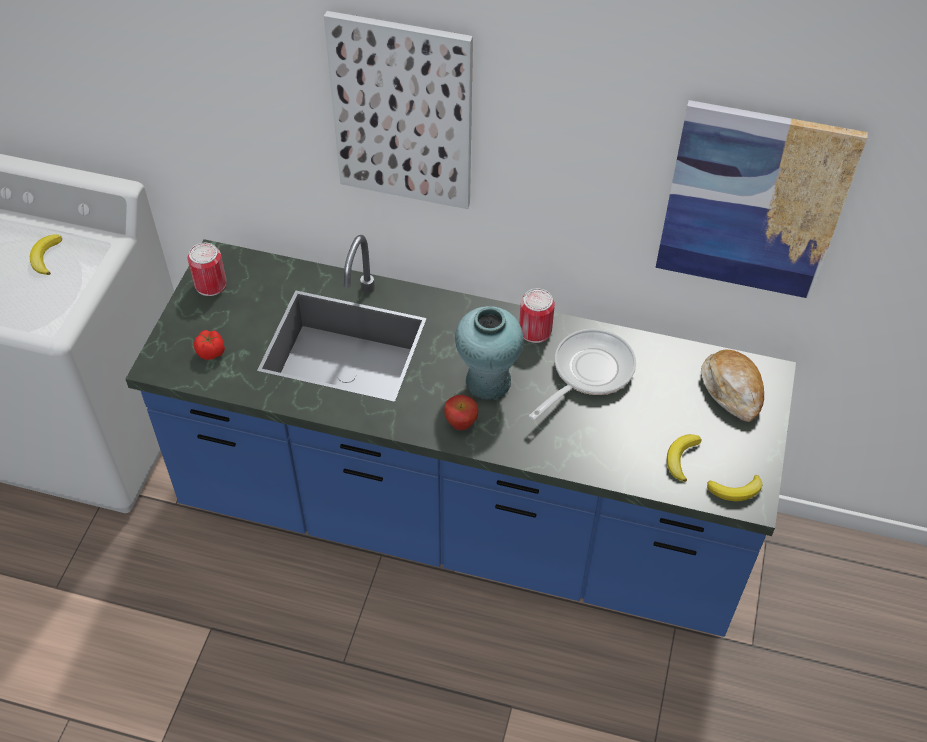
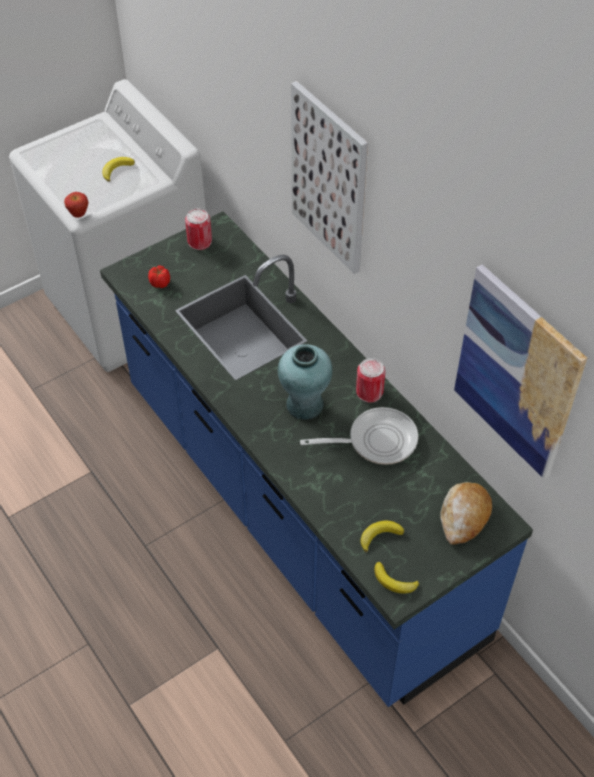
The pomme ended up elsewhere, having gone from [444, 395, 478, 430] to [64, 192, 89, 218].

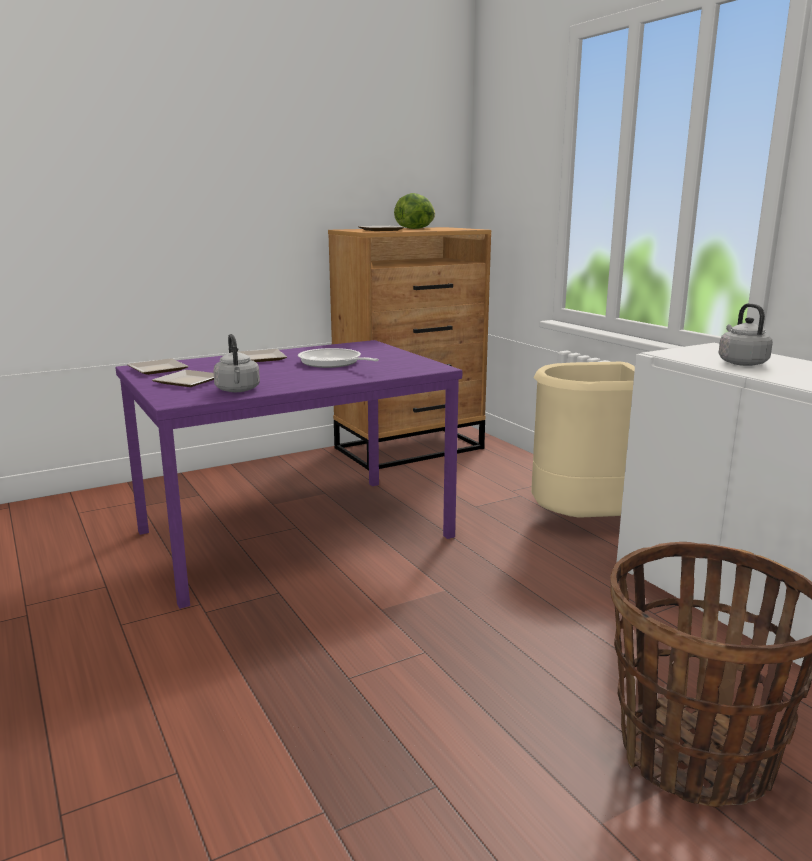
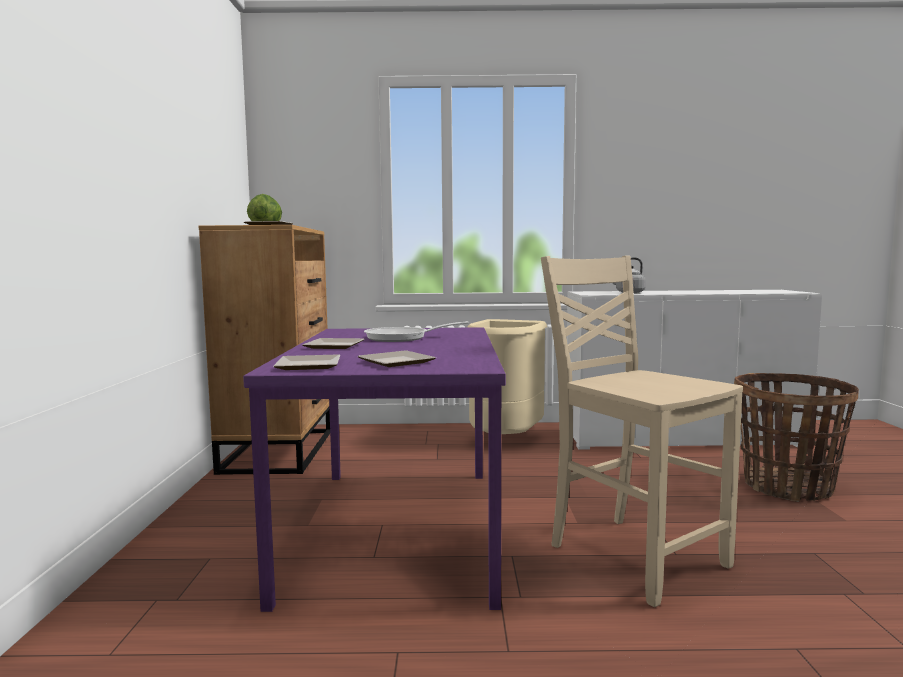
The second view gained the chaise (beige) at [541, 256, 743, 607]. The second view lost the bouilloire (gris) at [213, 334, 260, 392].

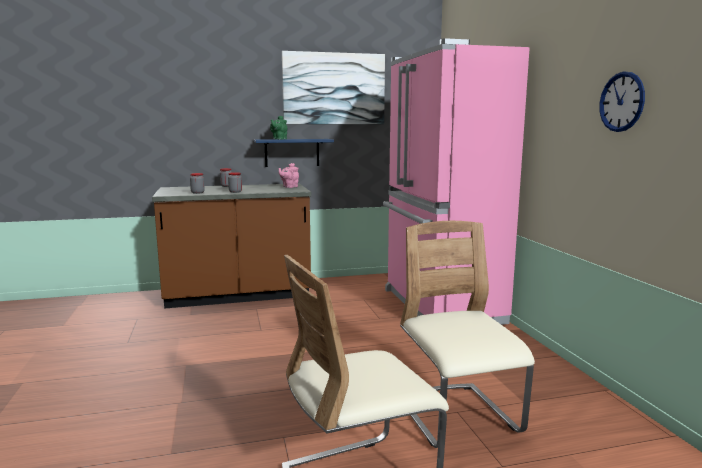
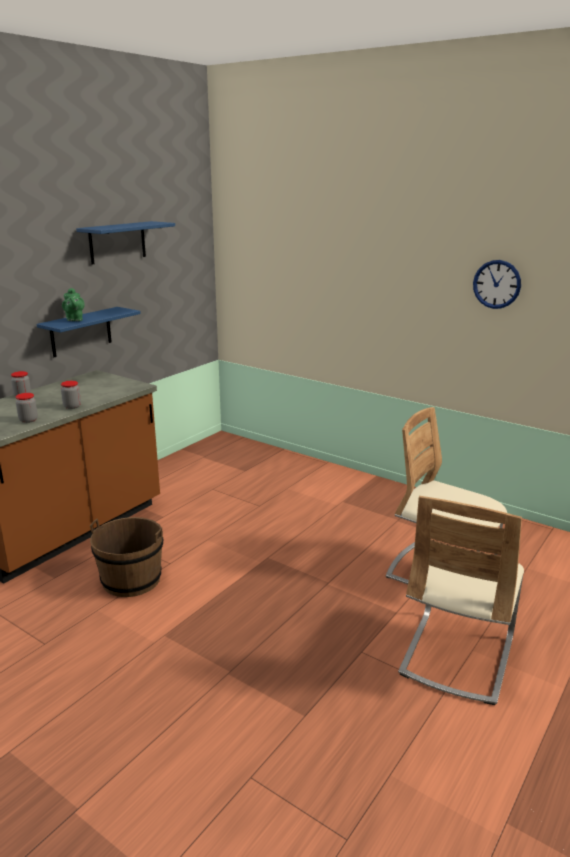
Where the tableau hung at [282, 51, 385, 124], the étagère (bleu) came to hang at [76, 221, 175, 265]. The second view gained the seau (marron) at [90, 517, 163, 597]. The second view lost the théière (rose) at [279, 163, 299, 188]. The second view lost the réfrigérateur (rose) at [383, 38, 530, 325].

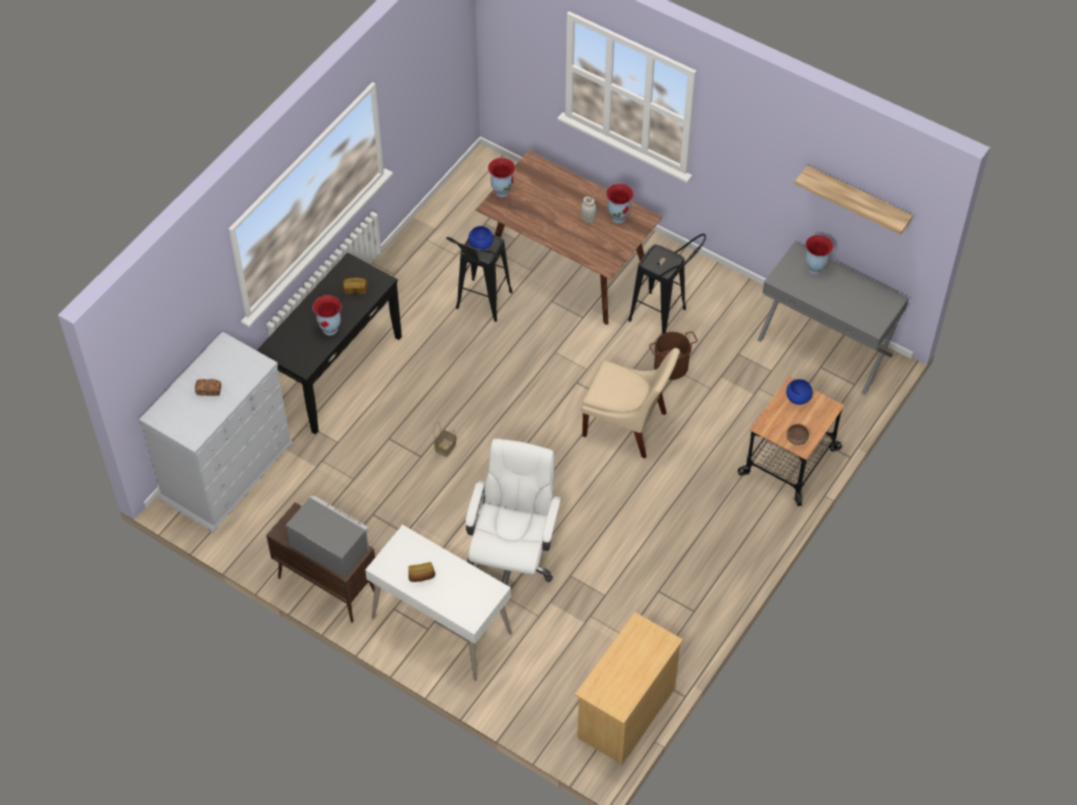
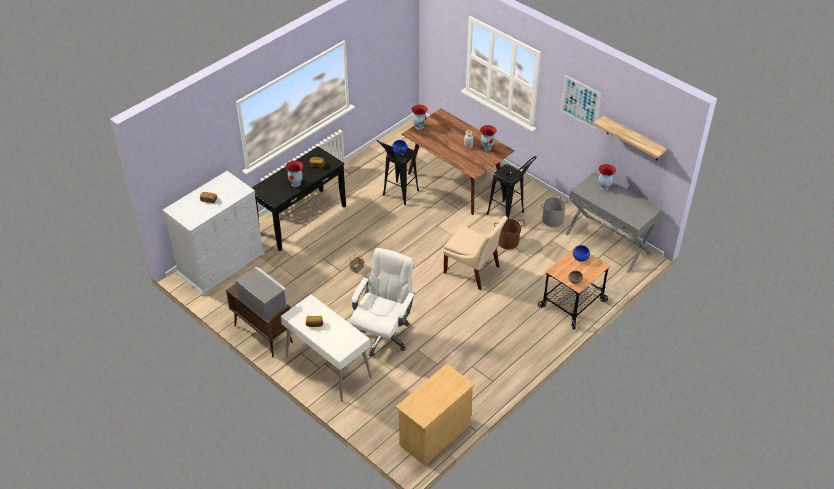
The second view gained the seau (gris) at [541, 195, 569, 227]. The second view gained the tableau at [561, 75, 601, 129].

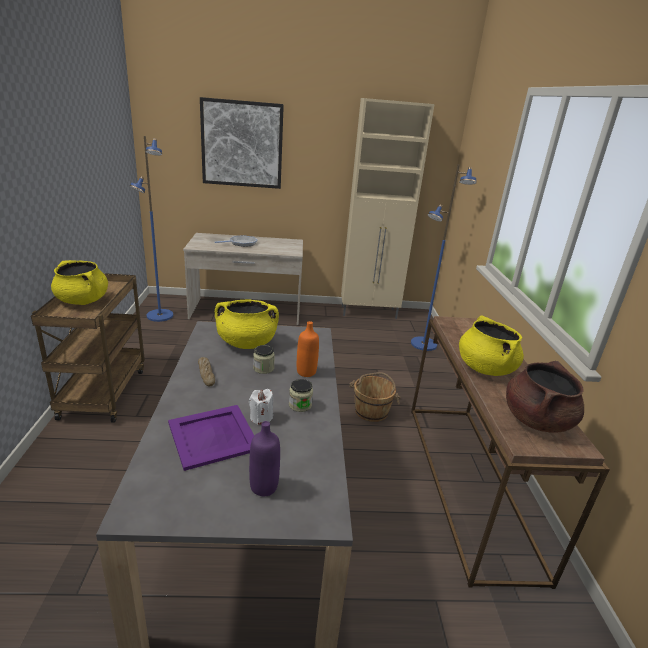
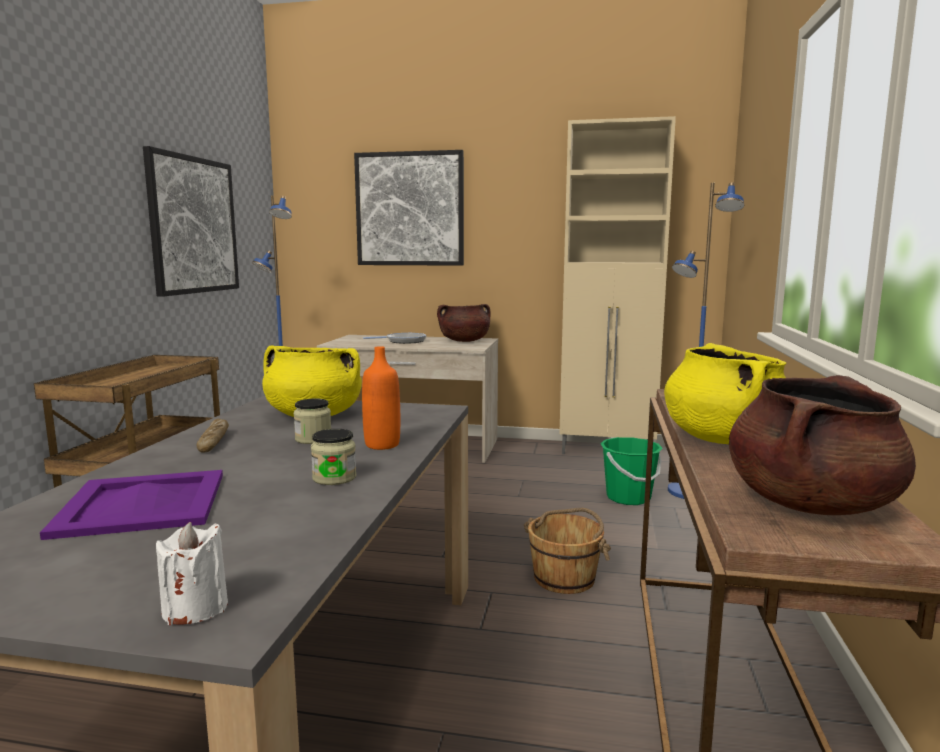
The second view gained the tableau at [143, 146, 239, 297]. The bougie (blanc) ended up elsewhere, having gone from [249, 389, 273, 425] to [156, 522, 228, 625]. The second view gained the marmite (marron) at [437, 304, 491, 342]. The second view gained the seau (vert) at [600, 437, 663, 505]. The second view lost the marmite (jaune) at [51, 260, 108, 305]. The second view lost the bouteille (violet) at [249, 421, 280, 496].

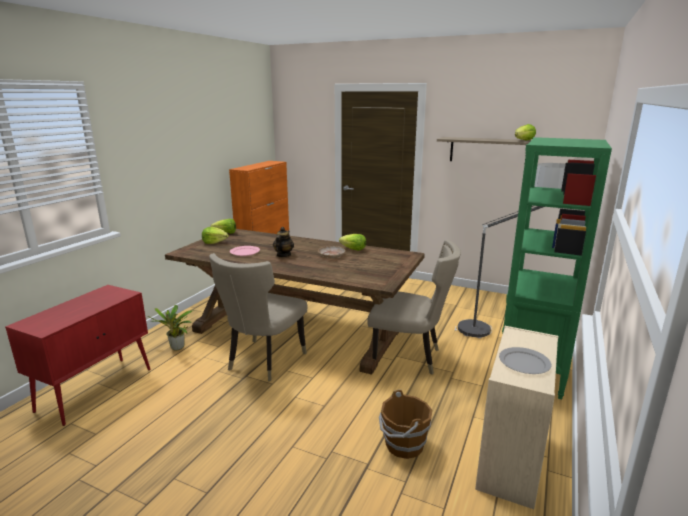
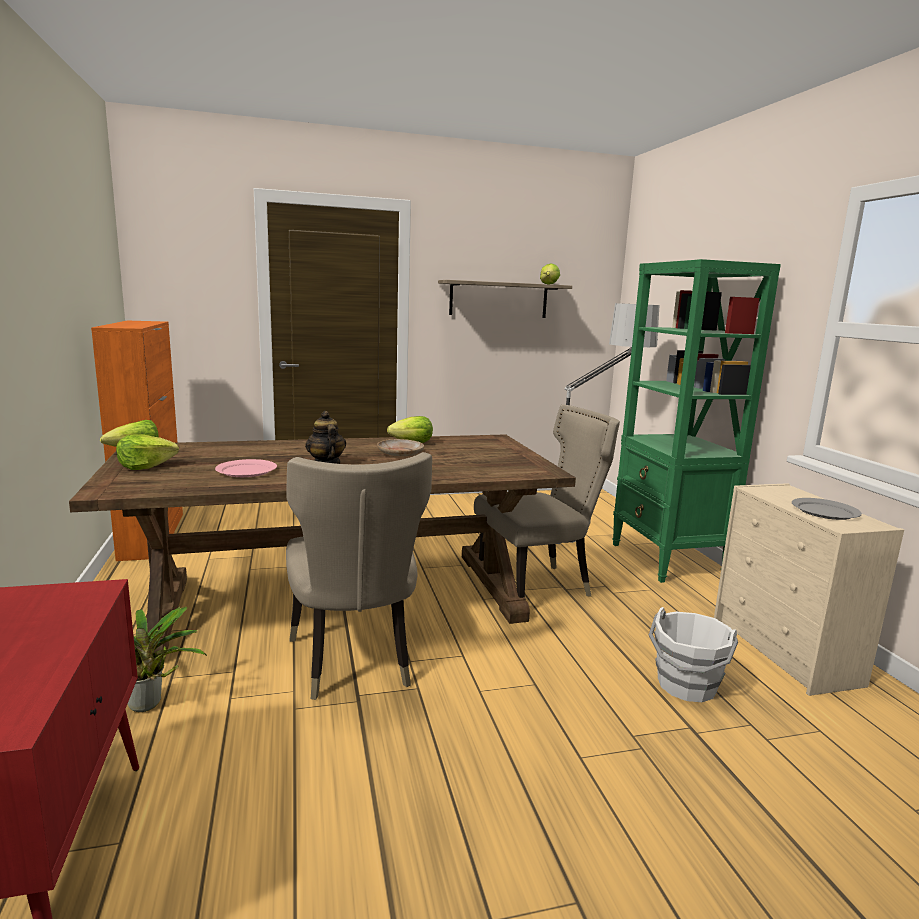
What was the seau (marron) at [379, 390, 432, 459] turned into the seau (blanc) at [649, 607, 738, 702].

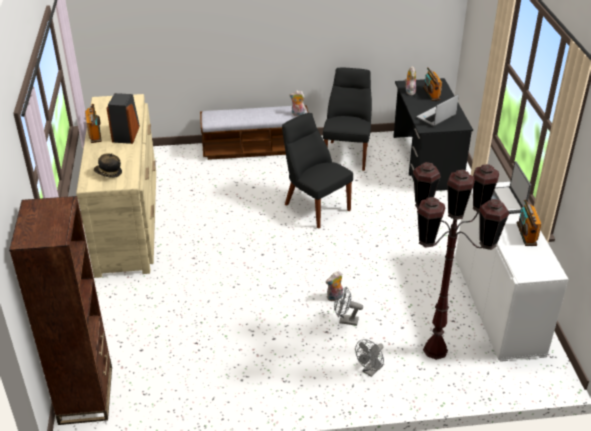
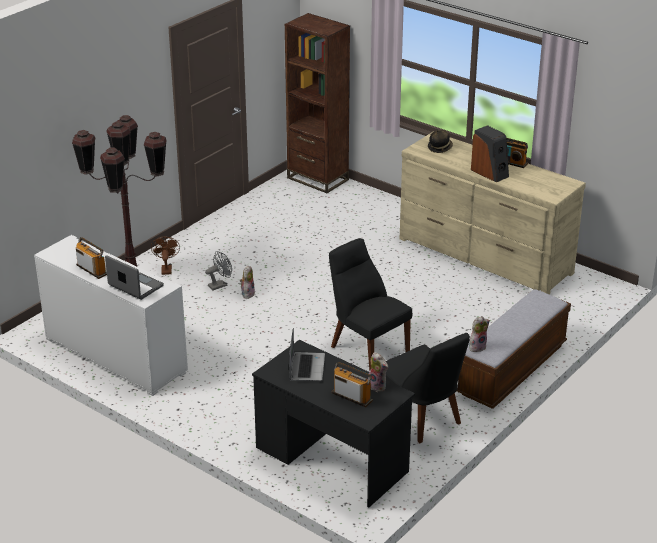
What was the ventilateur (gris) at [355, 339, 384, 377] turned into the ventilateur (marron) at [151, 237, 180, 275]. The chaise (noir) at [282, 113, 353, 229] ended up facing another way, 135 degrees counterclockwise from before.

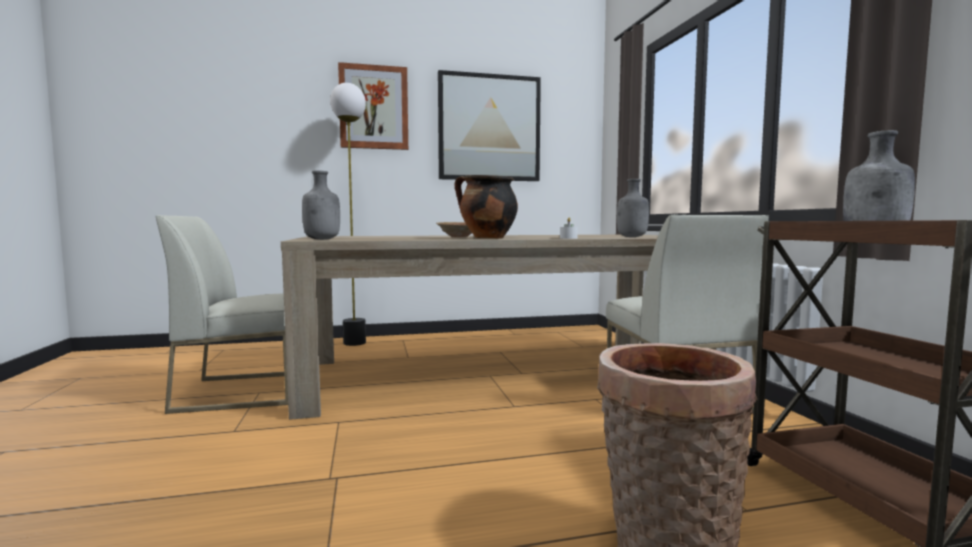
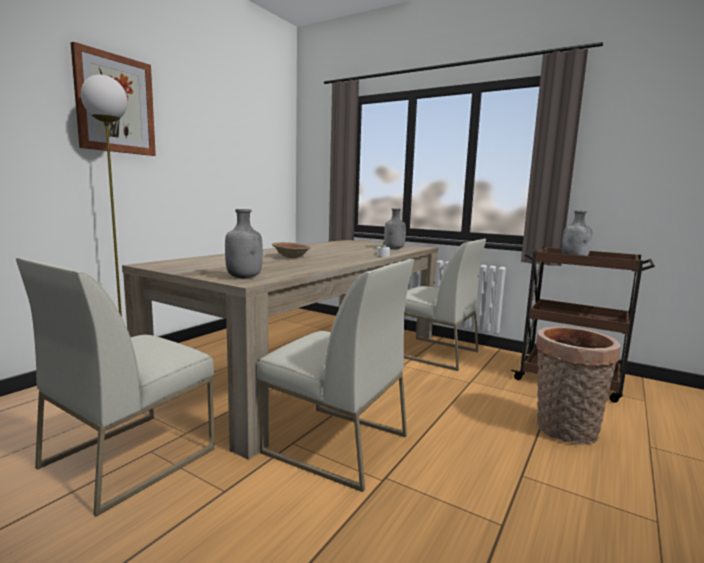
The second view gained the chaise (blanc) at [257, 259, 414, 492]. The second view lost the tableau at [438, 70, 541, 181]. The second view lost the marmite at [455, 175, 518, 239].

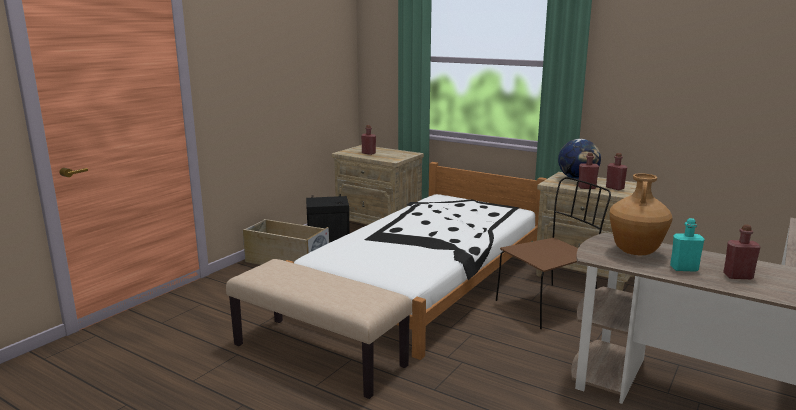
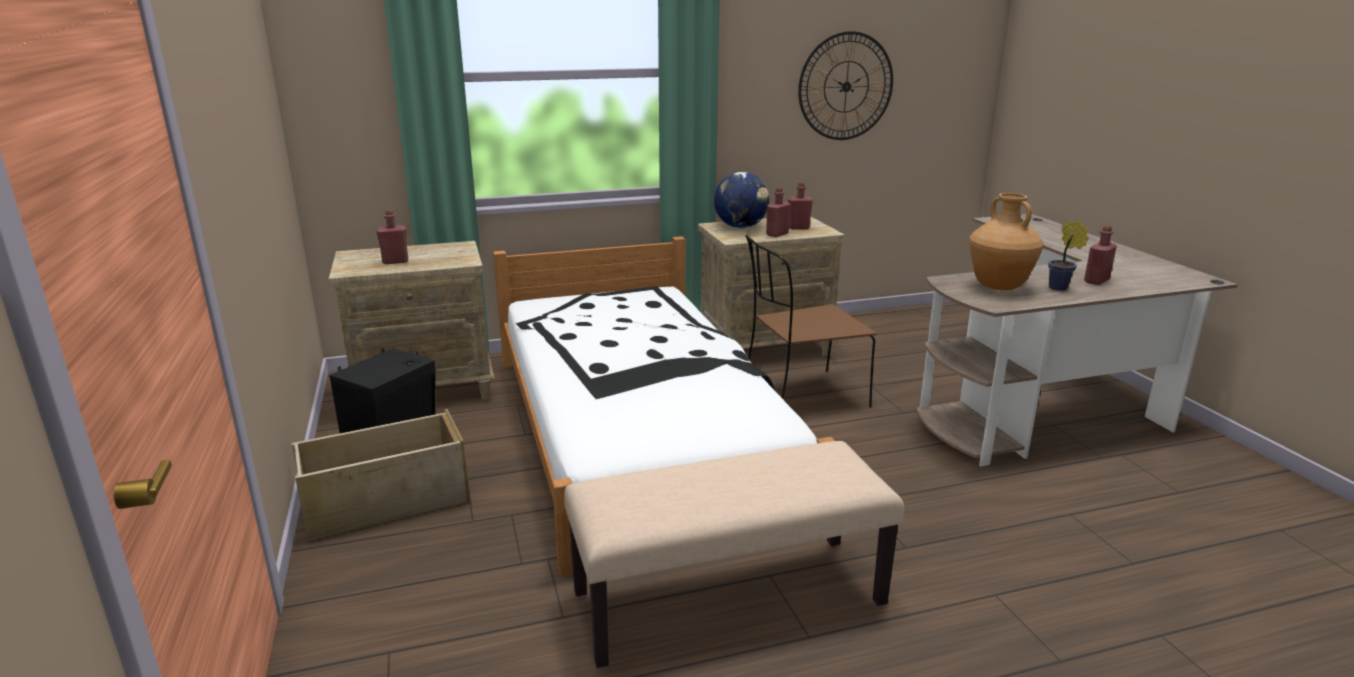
The chaise (marron) at [496, 177, 611, 329] ended up facing another way, 120 degrees counterclockwise from before. The second view gained the horloge murale at [798, 31, 893, 140]. Where the bouteille (turquoise) stood at [670, 218, 704, 272], the plante en pot came to stand at [1048, 220, 1089, 291].

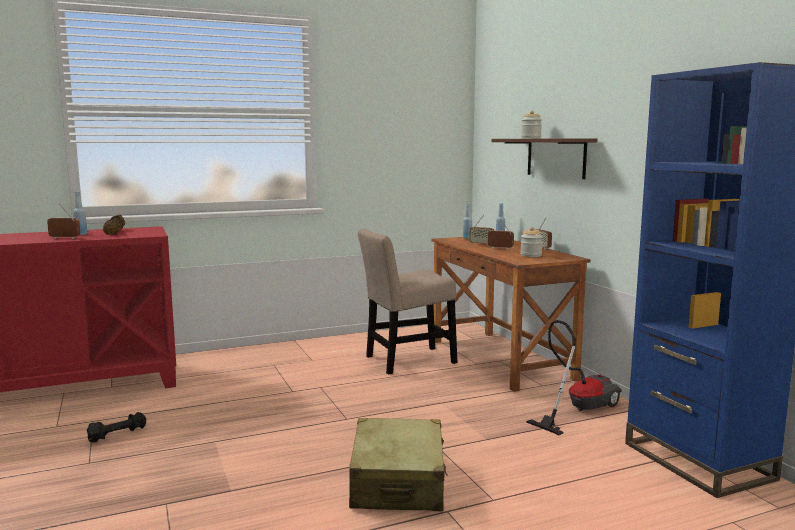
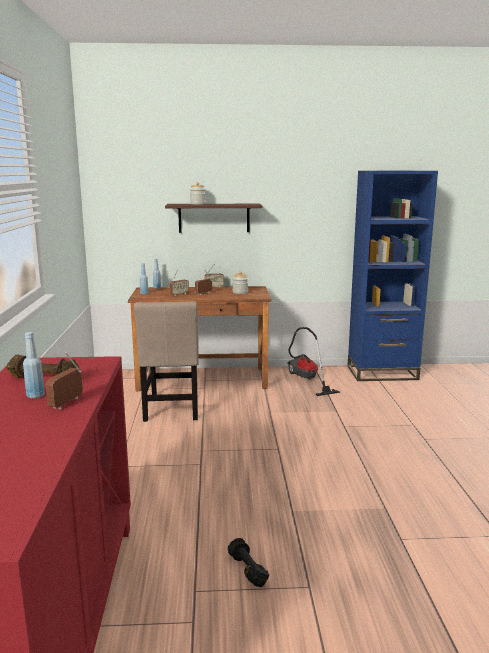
The second view lost the valise (beige) at [349, 418, 448, 511].

